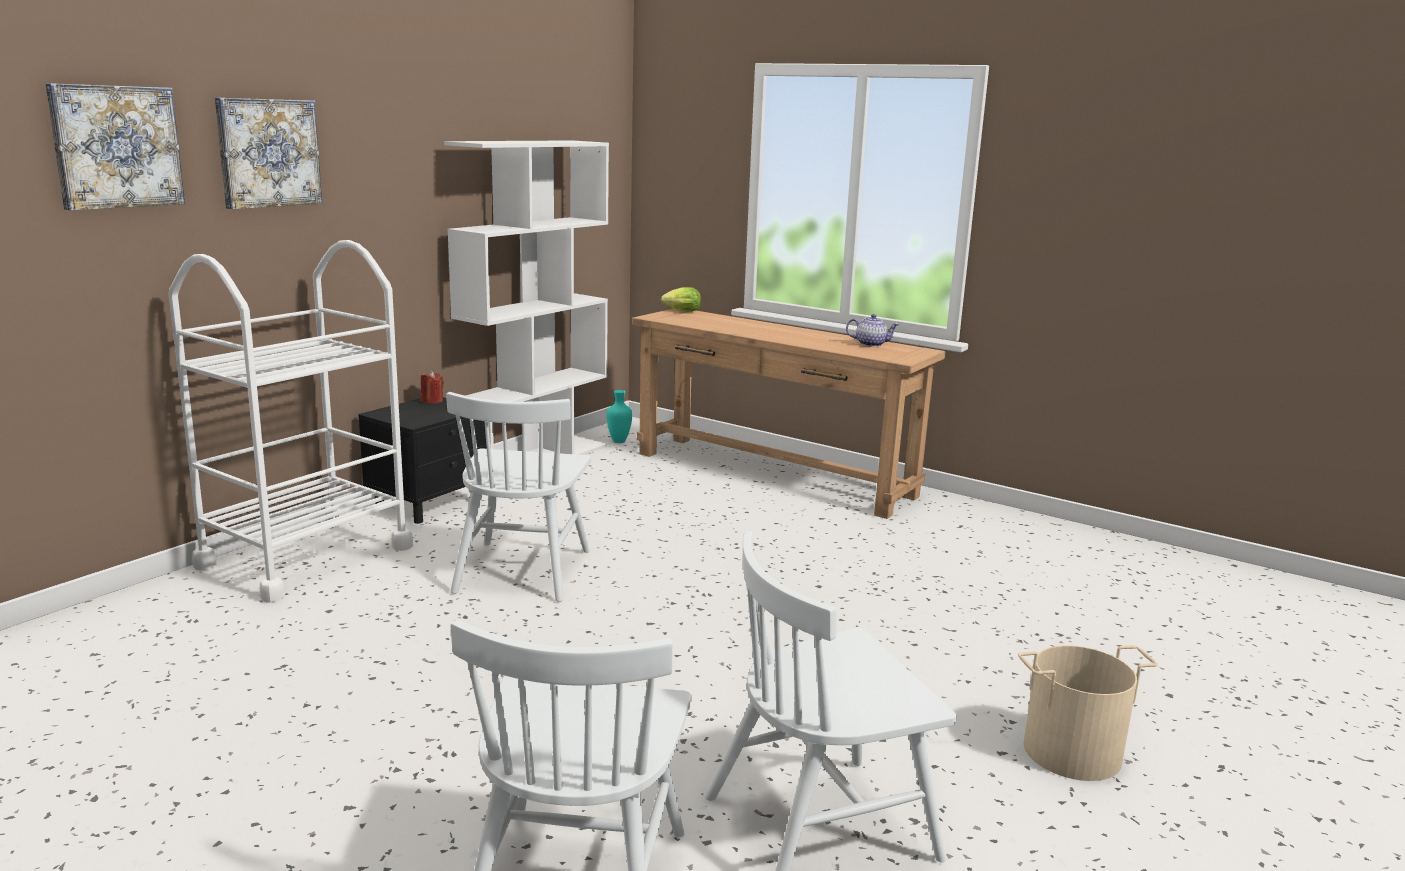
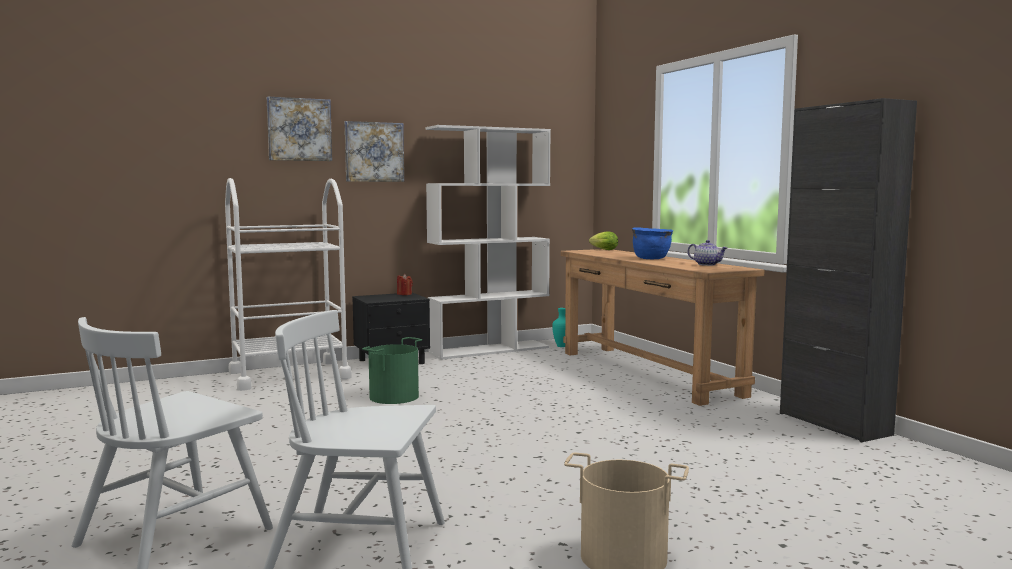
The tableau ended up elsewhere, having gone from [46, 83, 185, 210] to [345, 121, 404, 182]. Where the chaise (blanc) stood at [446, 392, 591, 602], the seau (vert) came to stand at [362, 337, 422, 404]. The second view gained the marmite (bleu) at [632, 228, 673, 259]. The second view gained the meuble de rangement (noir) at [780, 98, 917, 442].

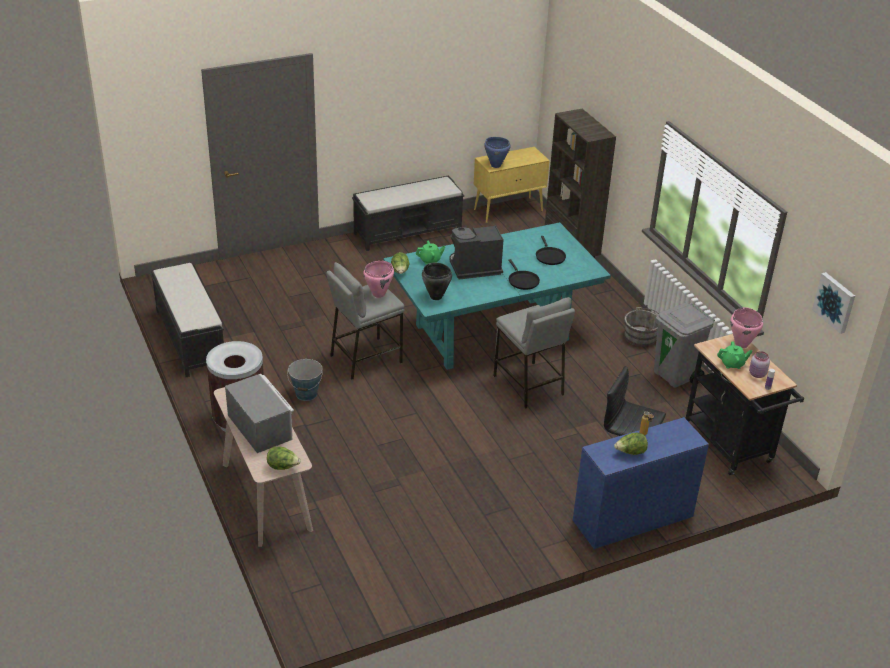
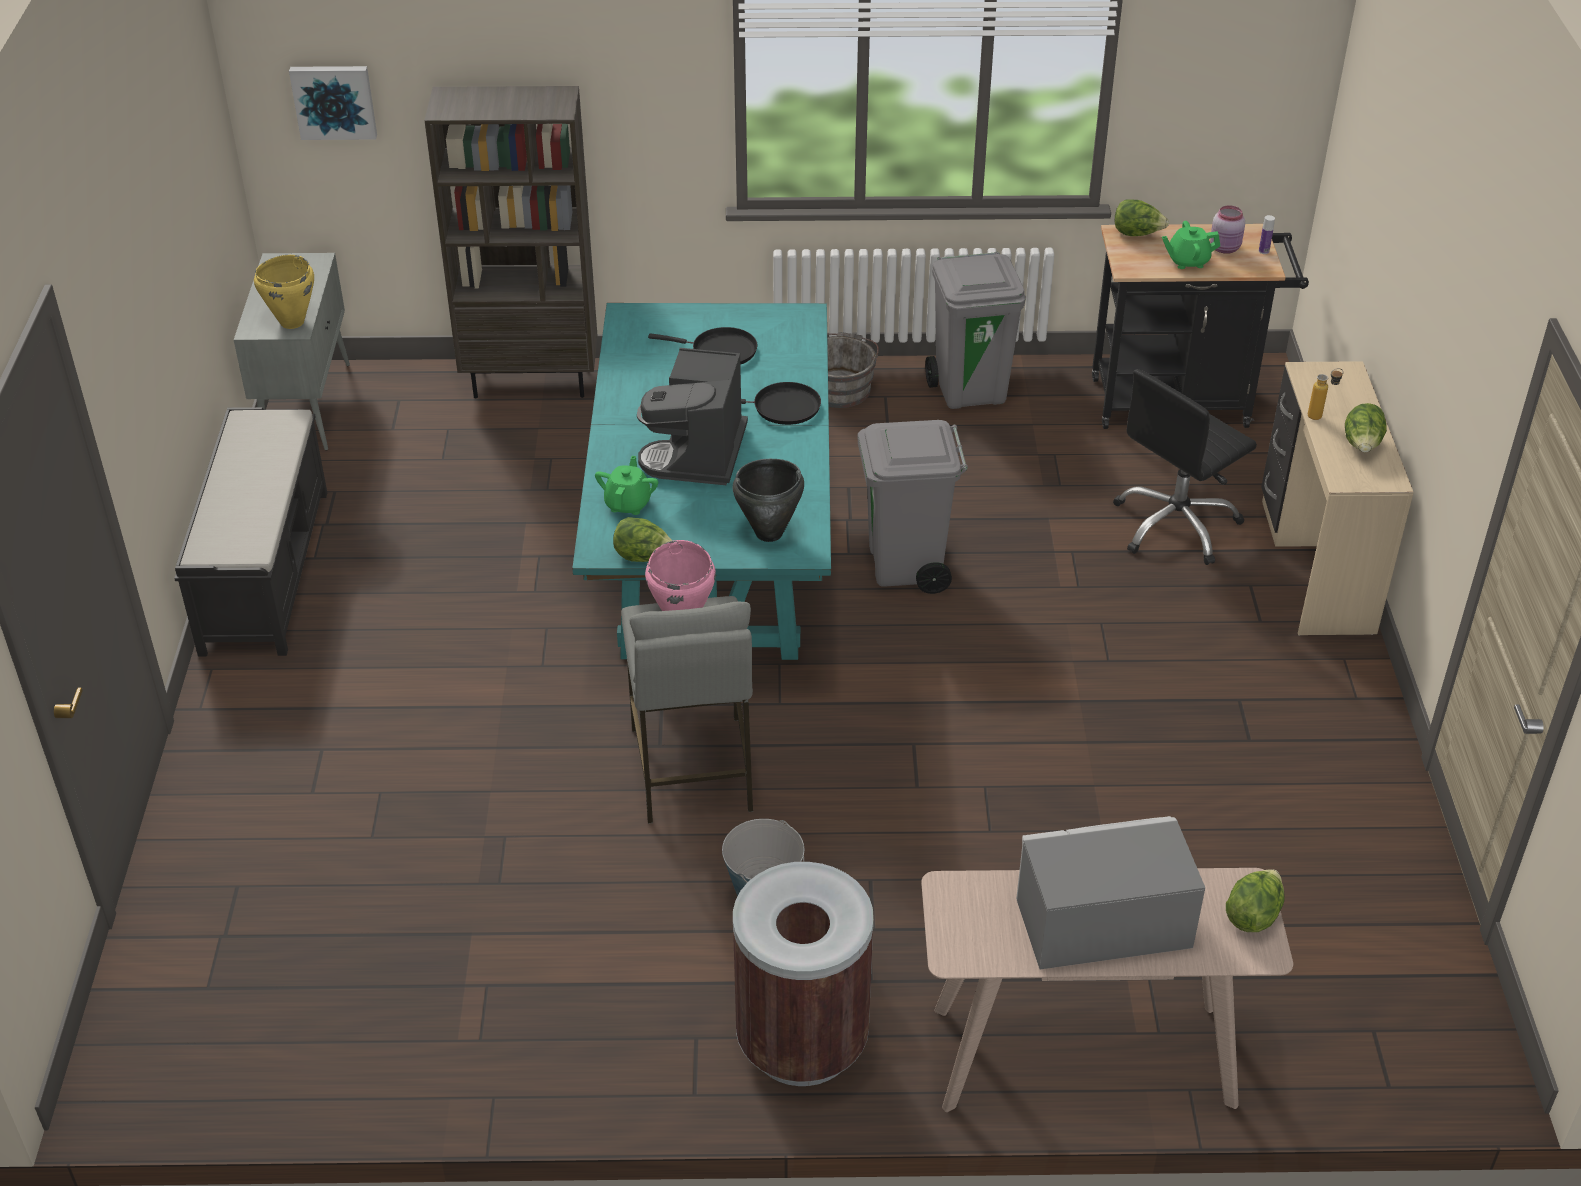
What was the meuble de rangement (jaune) at [474, 147, 550, 223] turned into the meuble de rangement (gris) at [234, 253, 350, 451]. What was the marmite (bleu) at [484, 137, 510, 168] turned into the marmite (jaune) at [254, 255, 314, 329]. The tableau ended up elsewhere, having gone from [812, 272, 855, 334] to [289, 66, 377, 140]. Where the tabouret (gris) stood at [494, 297, 575, 409], the poubelle (gris) came to stand at [858, 420, 968, 594]. Where the marmite (rose) stood at [730, 307, 763, 348], the laitue came to stand at [1115, 199, 1169, 236]. The théière (vert) at [717, 341, 753, 369] ended up facing another way, 120 degrees counterclockwise from before. What was the bureau (bleu) at [573, 417, 709, 549] turned into the bureau (beige) at [1261, 361, 1414, 636]. The second view lost the banc (noir) at [150, 263, 224, 377].

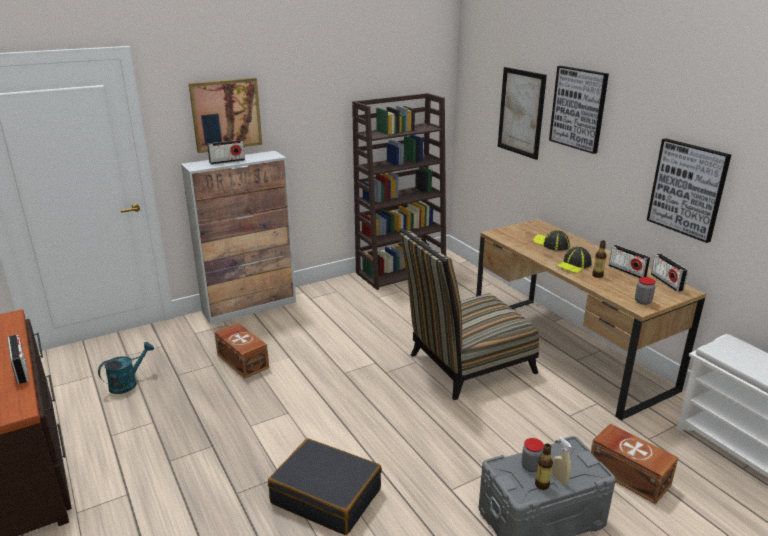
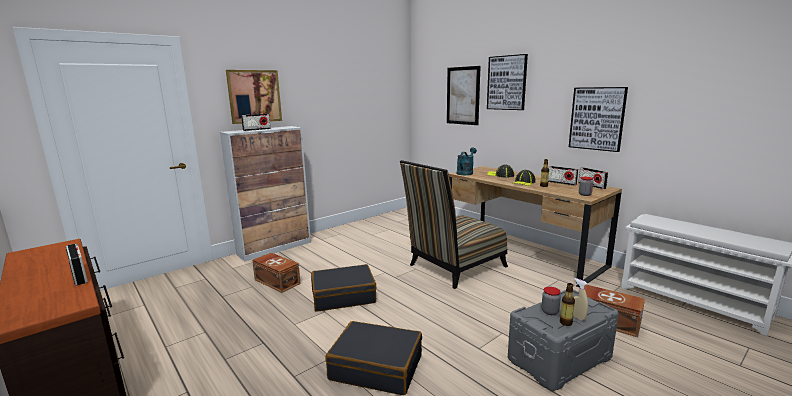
The second view gained the valise (noir) at [311, 264, 376, 312]. The arrosoir (turquoise) ended up elsewhere, having gone from [98, 342, 154, 394] to [457, 148, 477, 175]. The second view lost the bibliothèque (marron) at [352, 93, 446, 290].

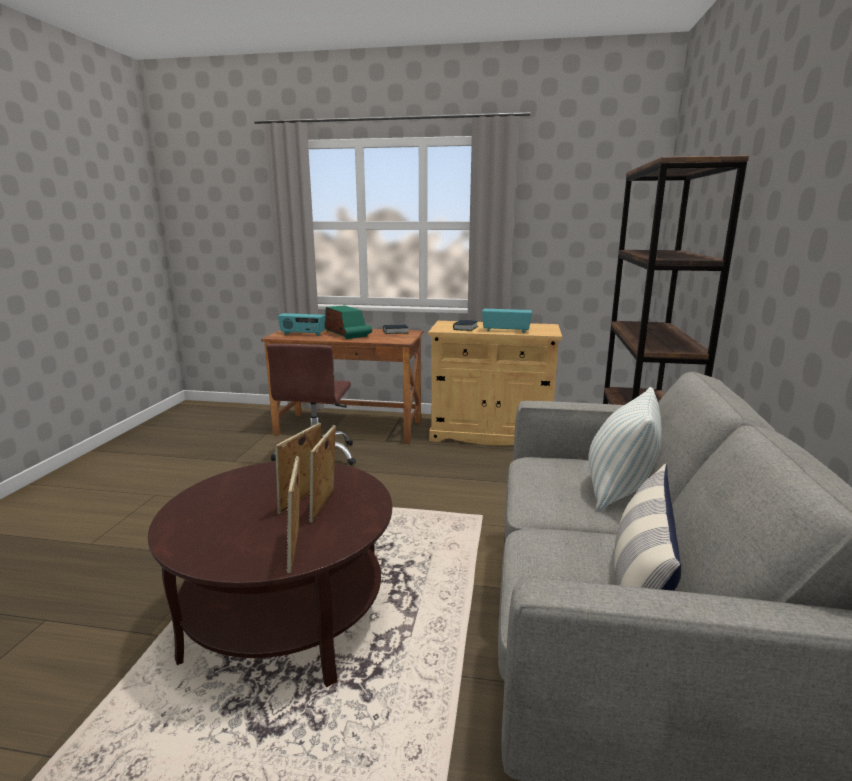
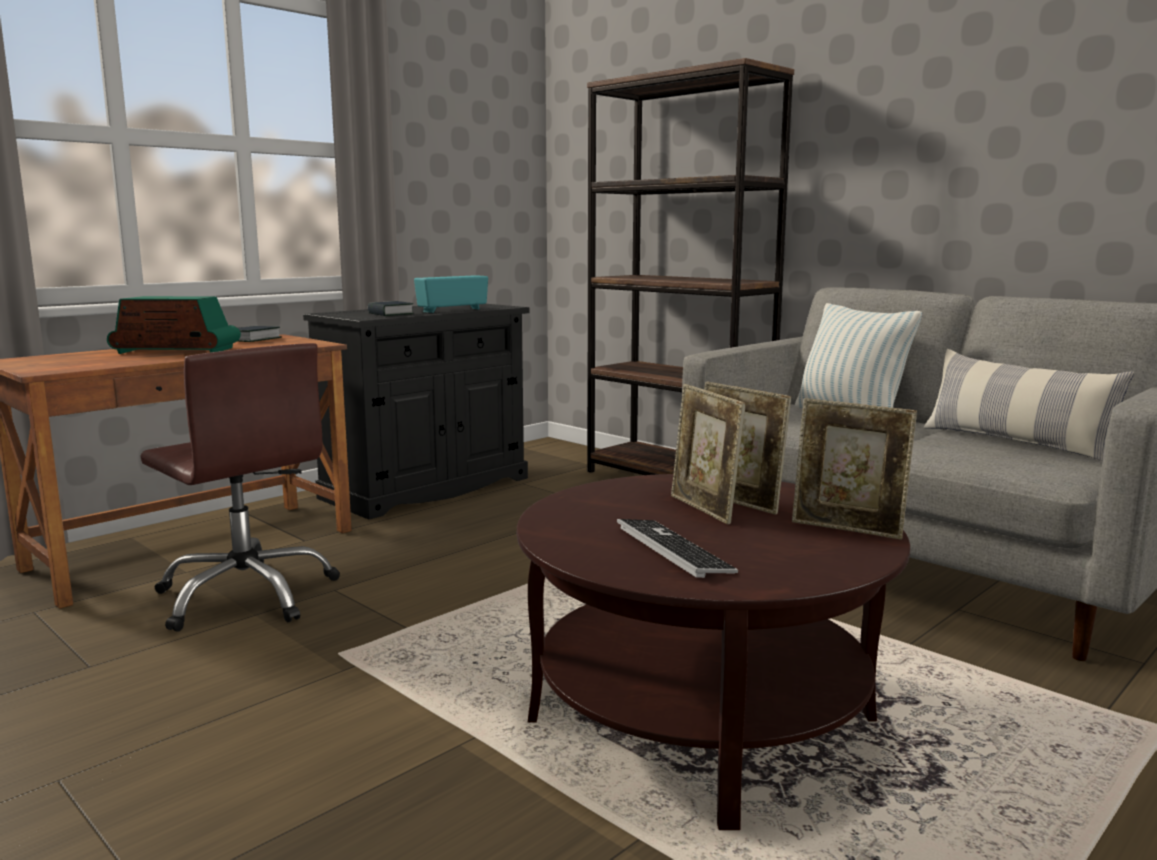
What was the meuble de rangement (beige) at [428, 321, 562, 445] turned into the meuble de rangement (noir) at [303, 304, 530, 519]. The second view gained the clavier at [617, 519, 738, 578]. The second view lost the radio at [278, 313, 325, 336].

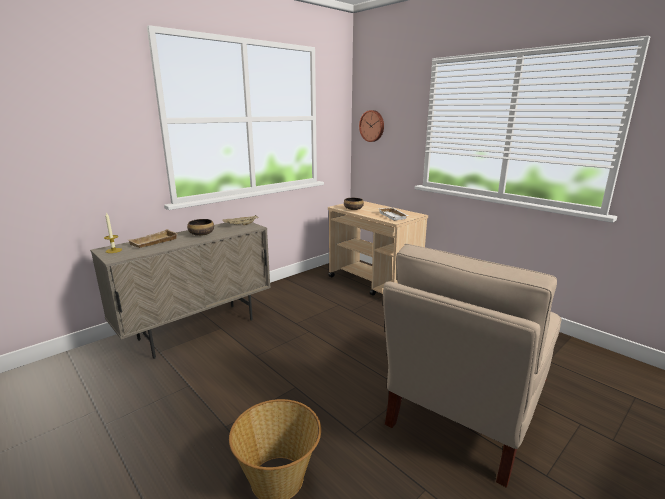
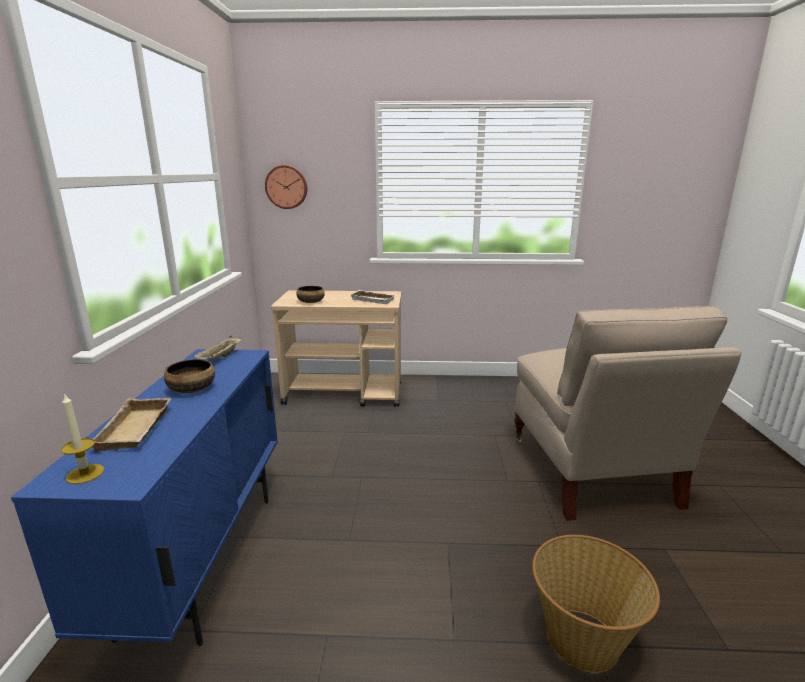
What was the meuble de rangement (beige) at [90, 222, 271, 359] turned into the meuble de rangement (bleu) at [11, 349, 278, 646].

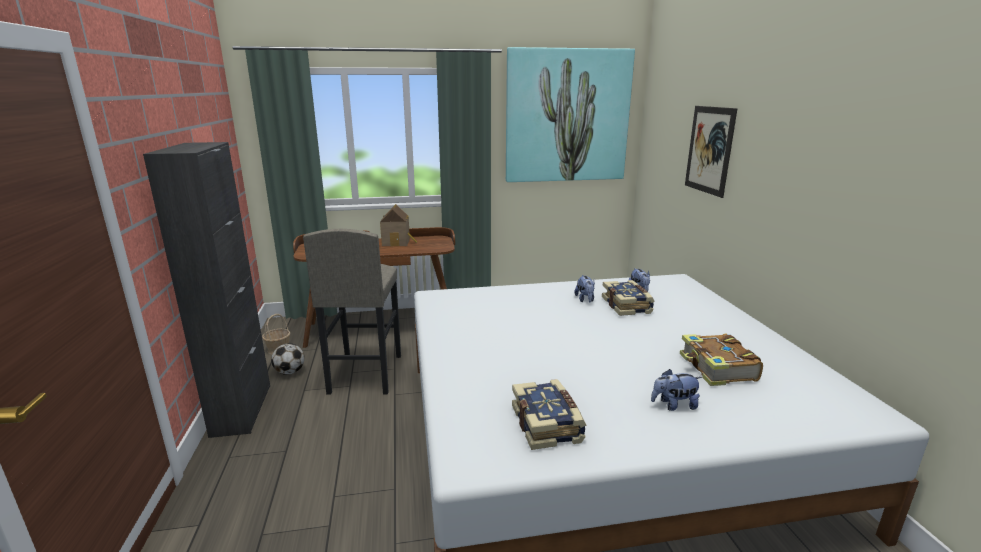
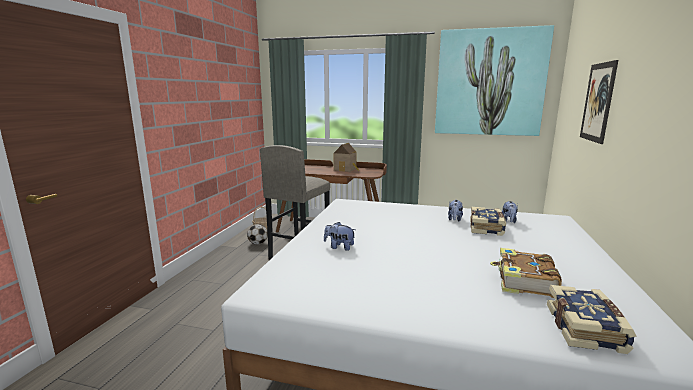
The peluche ended up elsewhere, having gone from [651, 369, 702, 411] to [324, 222, 355, 251]. The livre ended up elsewhere, having gone from [512, 379, 586, 450] to [547, 285, 636, 354]. The second view lost the meuble de rangement (noir) at [143, 142, 270, 438].

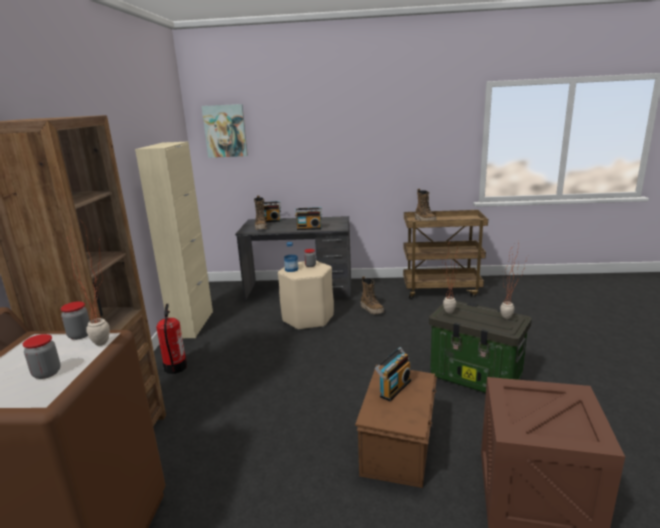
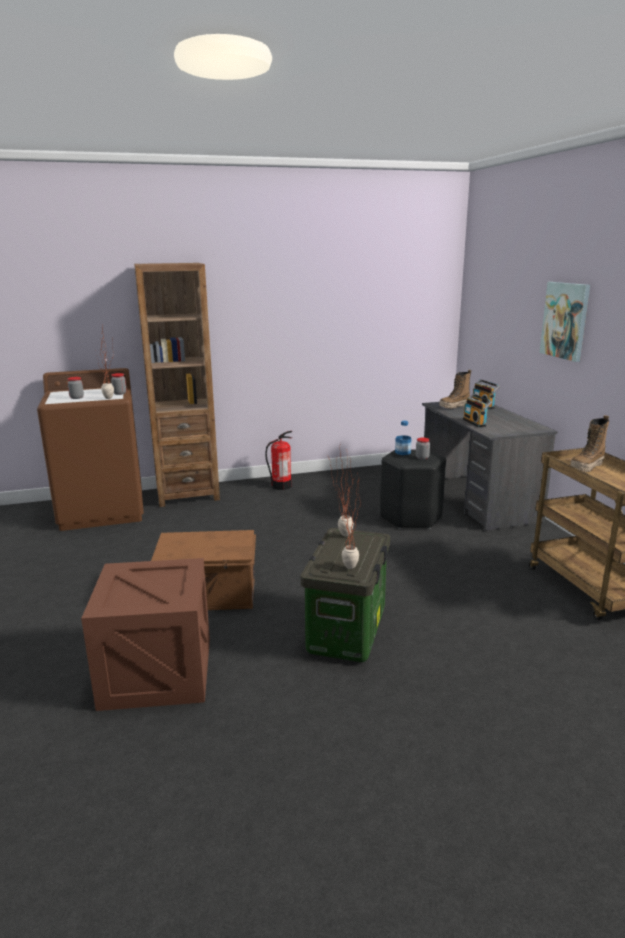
What was the tabouret (beige) at [278, 261, 334, 330] turned into the tabouret (noir) at [380, 450, 446, 529]. The tableau ended up elsewhere, having gone from [201, 104, 248, 158] to [539, 282, 590, 362]. The second view lost the meuble de rangement (beige) at [135, 142, 213, 338]. The second view lost the botte at [361, 276, 384, 315]. The second view lost the radio at [375, 347, 411, 401].

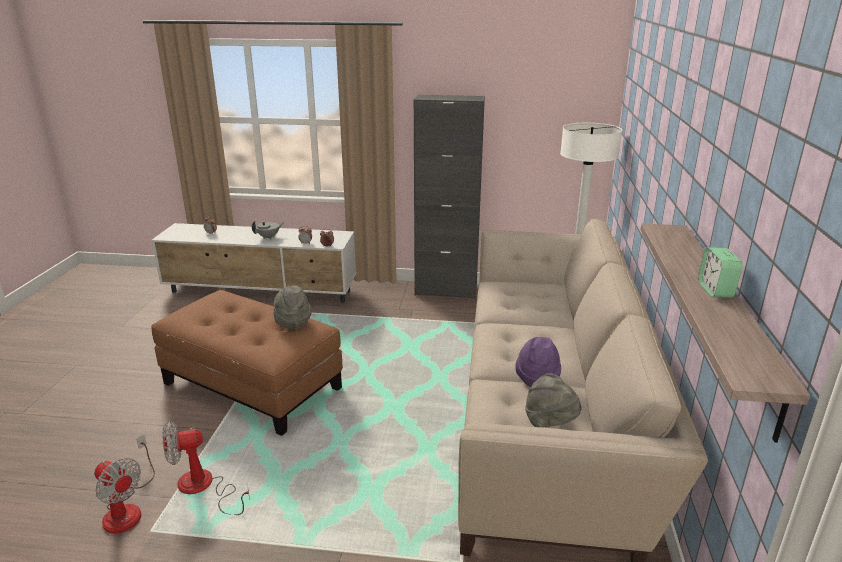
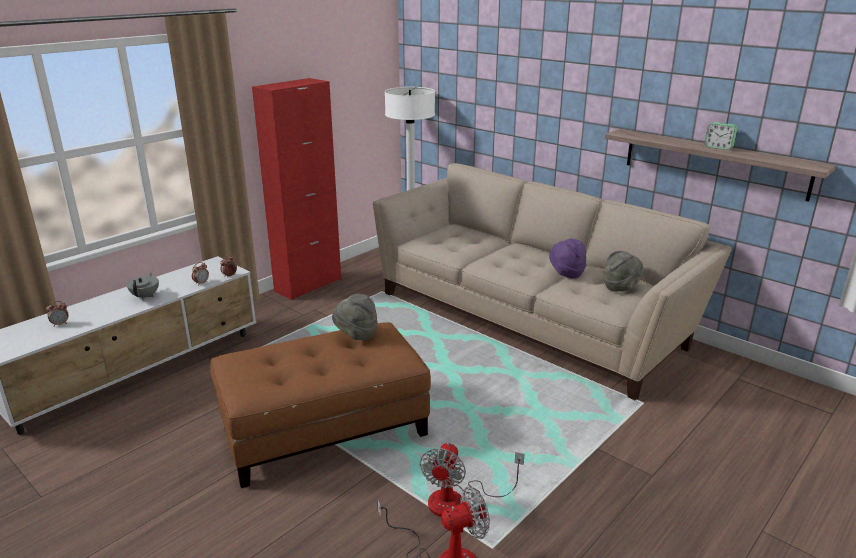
What was the meuble de rangement (noir) at [414, 95, 485, 299] turned into the meuble de rangement (rouge) at [252, 78, 341, 300].

